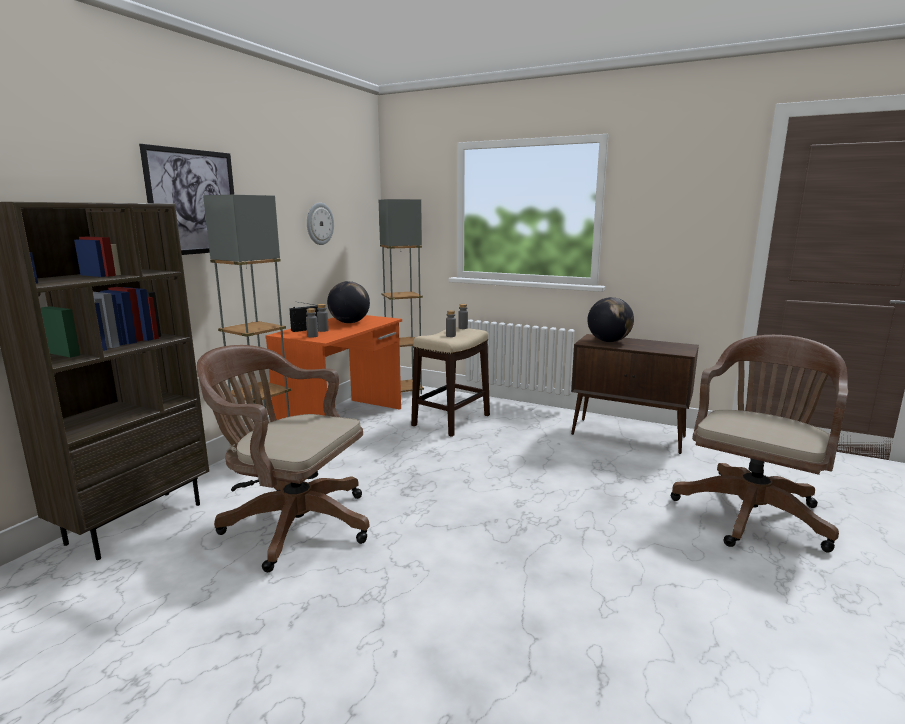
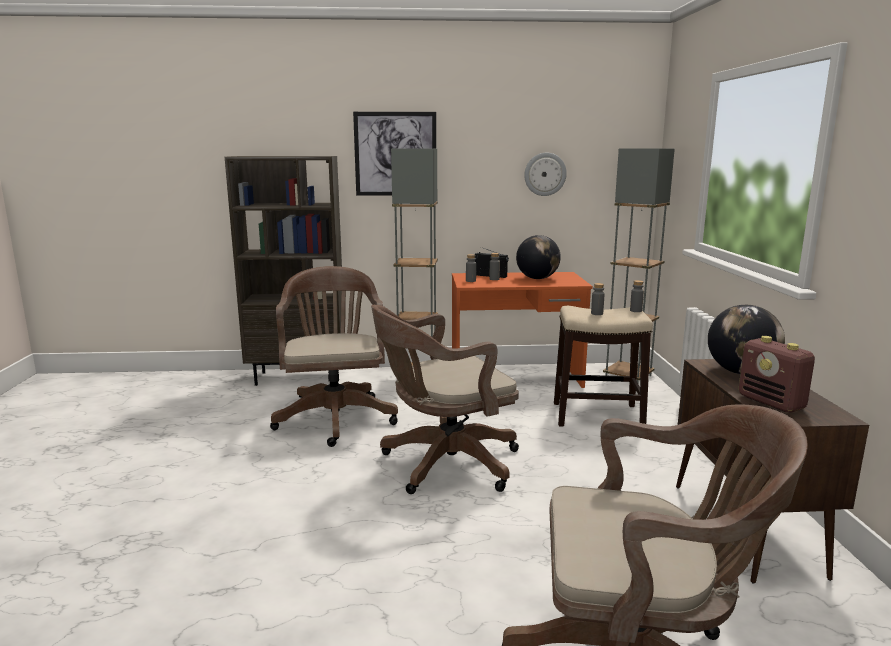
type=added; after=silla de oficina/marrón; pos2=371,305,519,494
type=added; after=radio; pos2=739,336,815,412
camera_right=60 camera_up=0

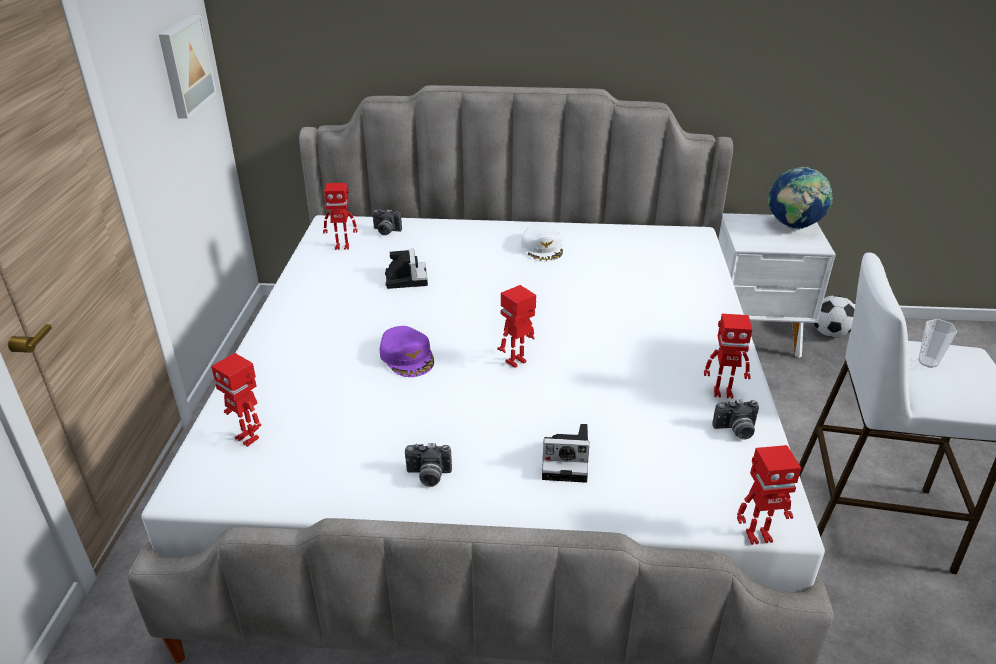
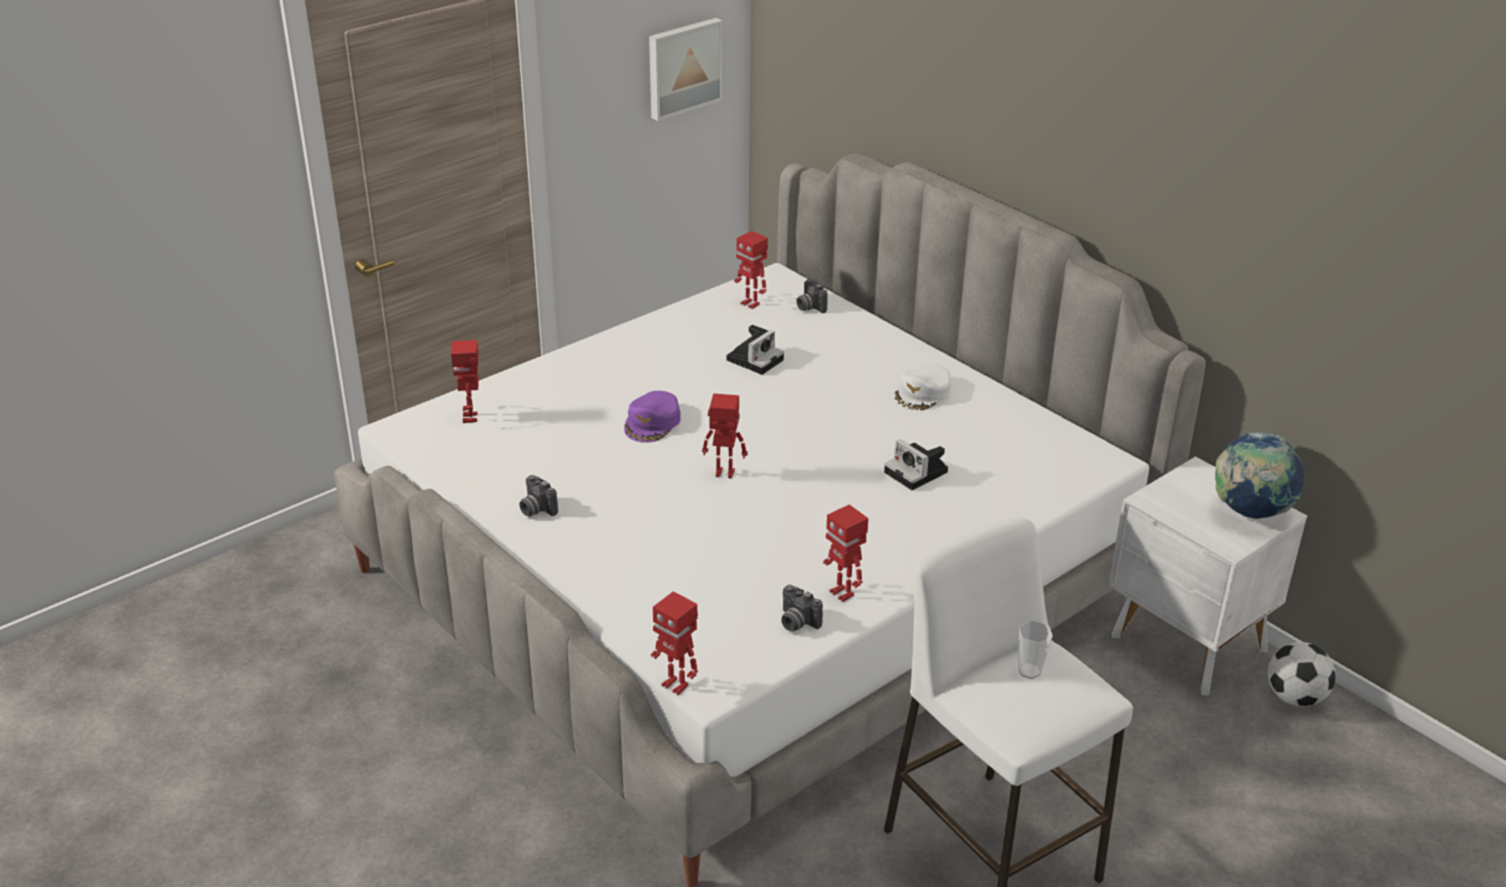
type=moved; before=cámara; pos1=542,424,589,483; pos2=884,439,948,490
camera_right=45 camera_up=0

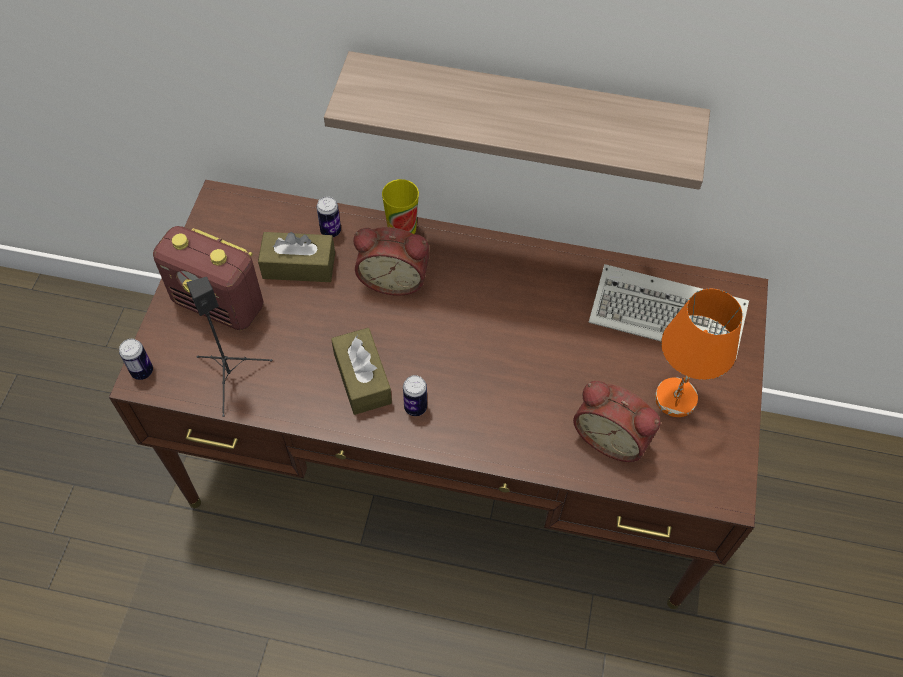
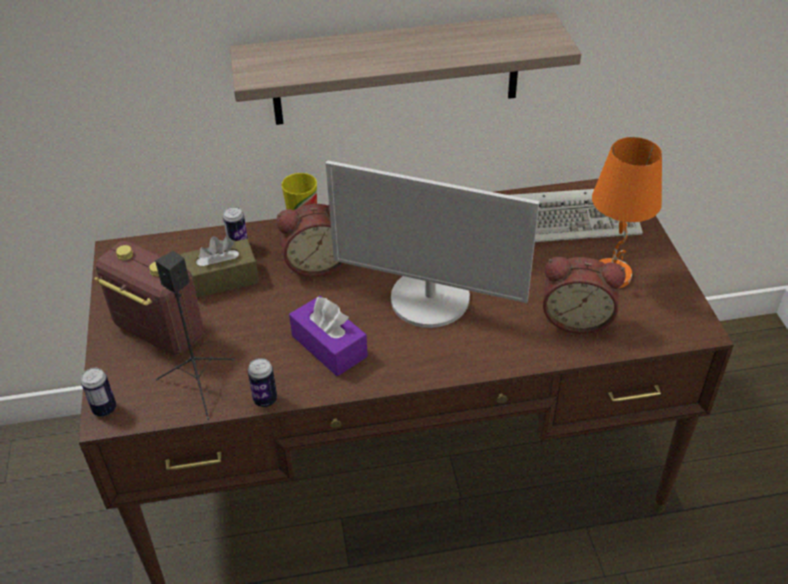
type=turned; before=radio; pos1=153,226,263,330; pos2=94,241,204,355; turn=-150
type=recoloured; before=caja de pañuelos/marrón; after=caja de pañuelos/morado; pos1=331,328,392,415; pos2=289,296,368,376
type=moved; before=lata; pos1=403,375,427,416; pos2=248,358,277,407
type=added; after=monitor; pos2=326,160,540,328
camera_right=-20 camera_up=-15

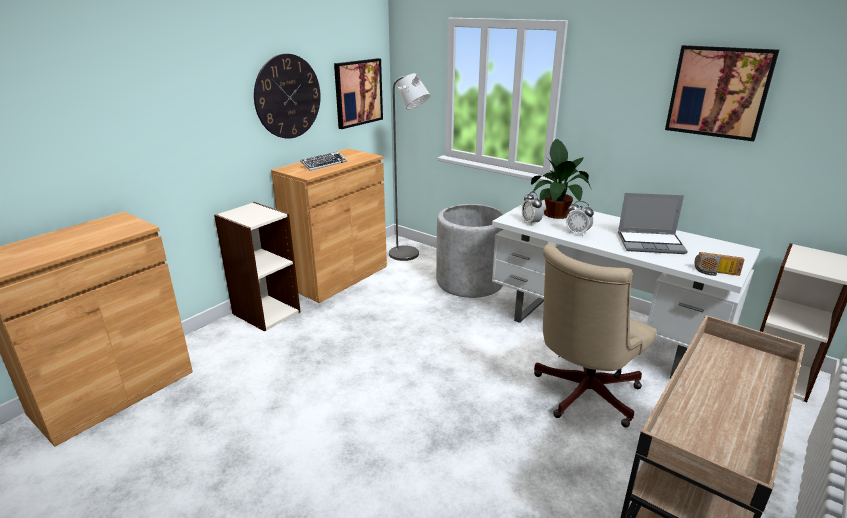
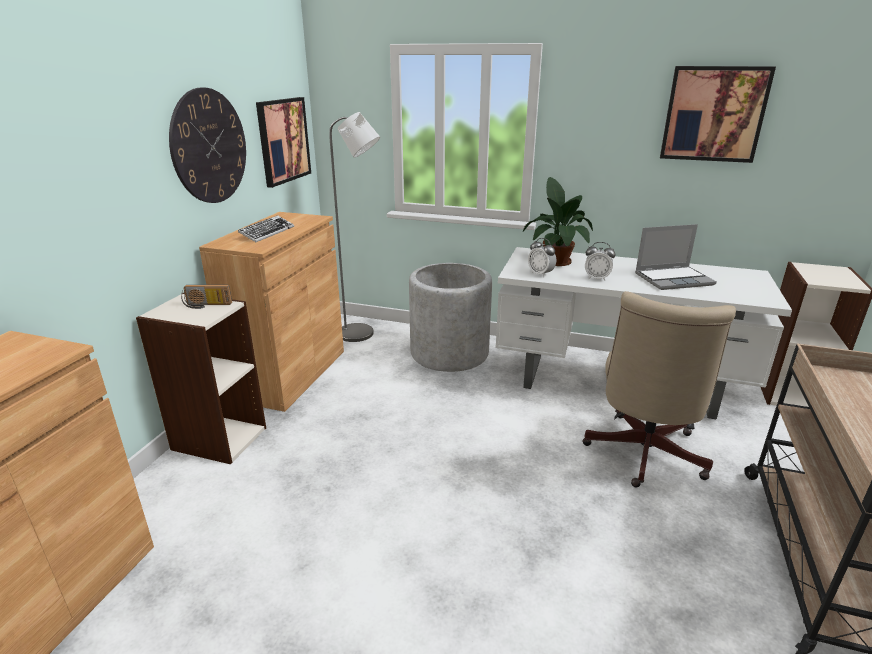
type=moved; before=radio; pos1=695,252,744,276; pos2=181,285,232,309
camera_right=-20 camera_up=0

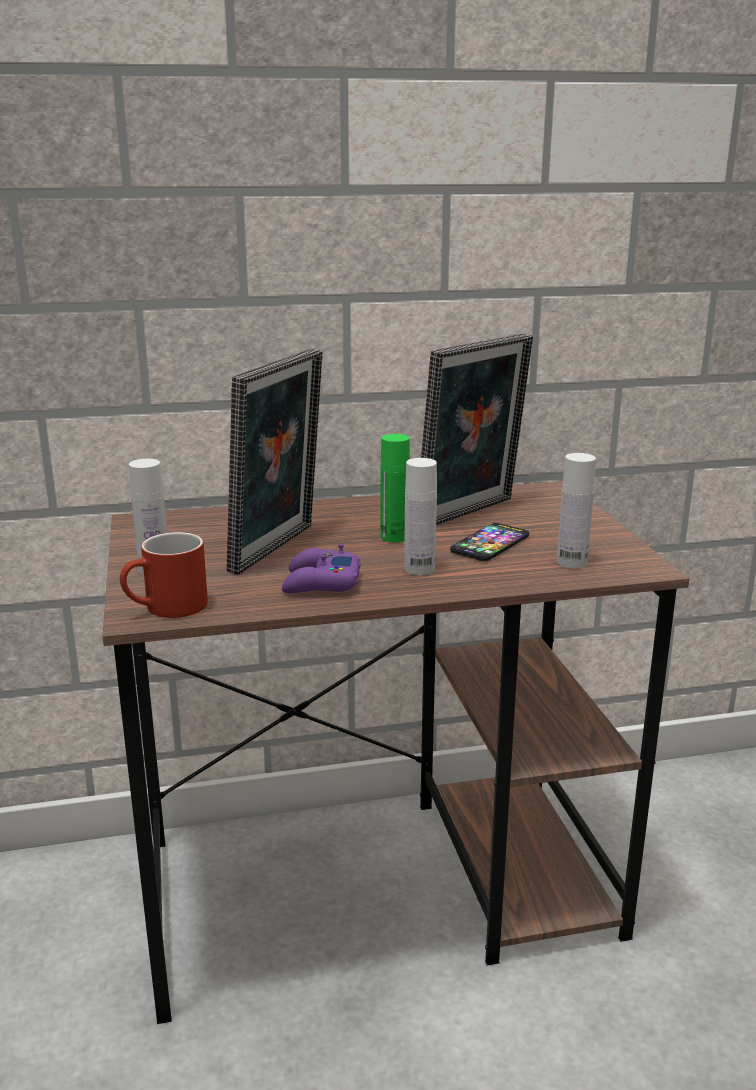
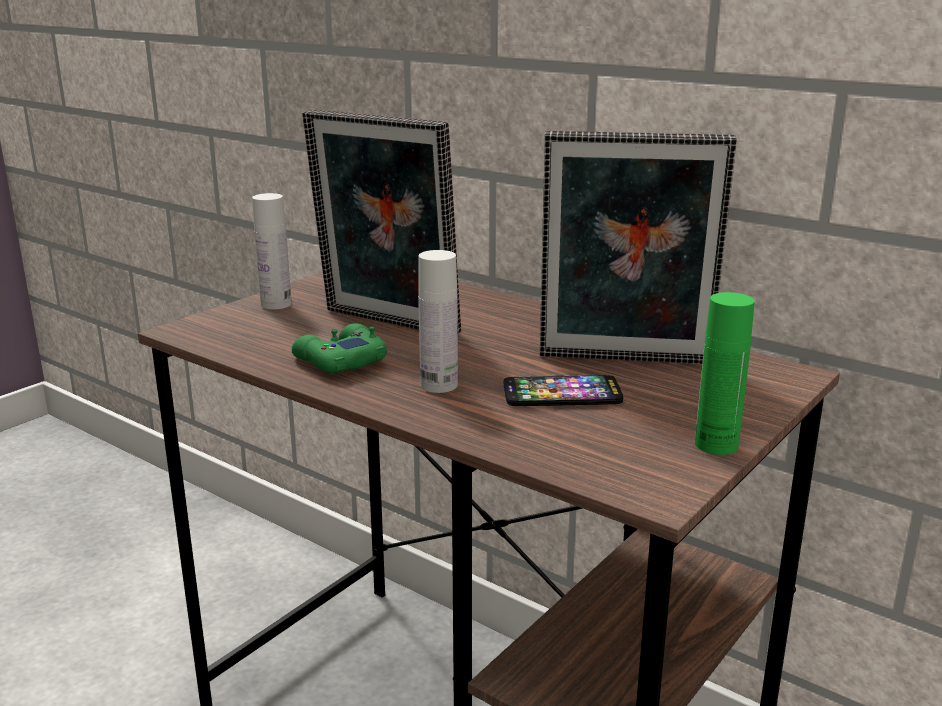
type=removed; before=taza grande/rojo; pos1=120,532,208,618
type=turned; before=portarretratos; pos1=227,349,323,575; pos2=302,110,461,334; turn=45
type=recoloured; before=mando de consola/morado; after=mando de consola/verde; pos1=282,543,361,593; pos2=292,323,387,373
type=moved; before=botella/verde; pos1=381,434,410,542; pos2=695,292,755,455
type=removed; before=botella/blanco; pos1=557,453,596,568
camera_right=50 camera_up=0

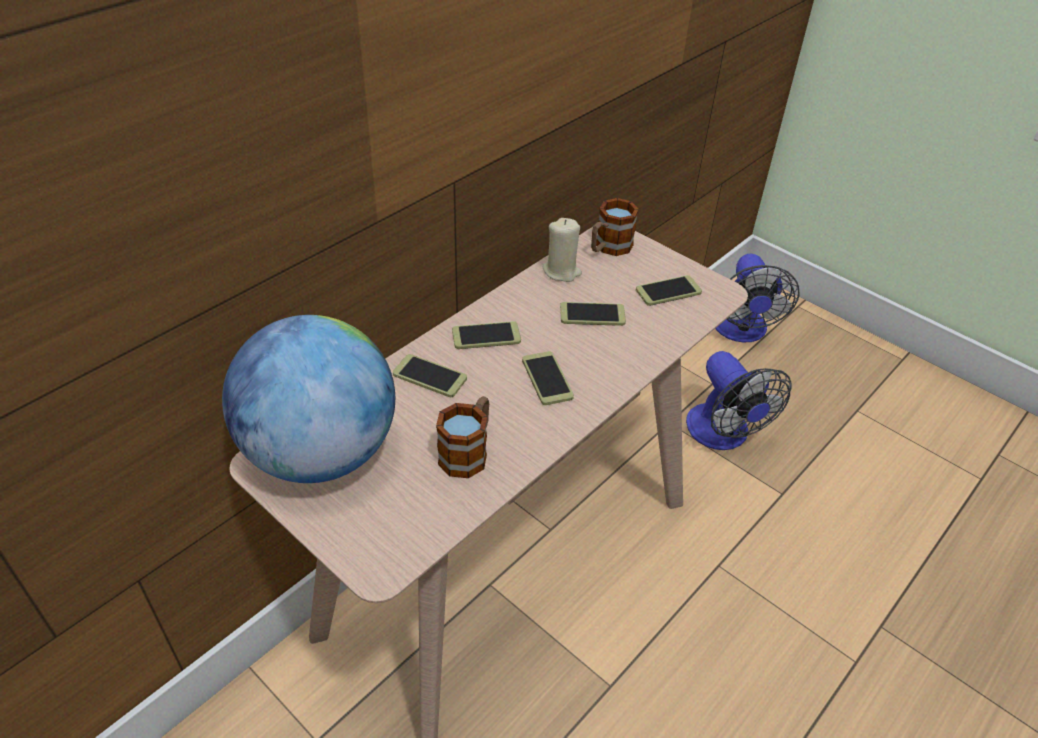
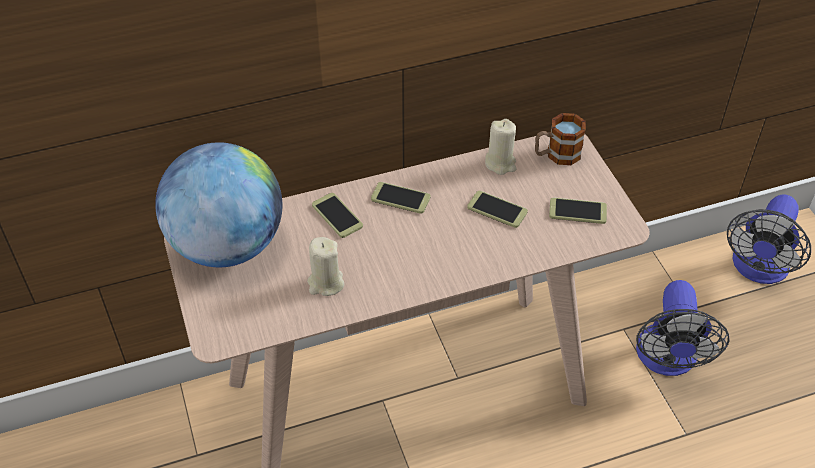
type=replaced; before=taza grande; after=vela/beis; pos1=436,396,489,478; pos2=307,237,344,296
type=removed; before=móvil; pos1=522,351,574,405
camera_right=30 camera_up=5

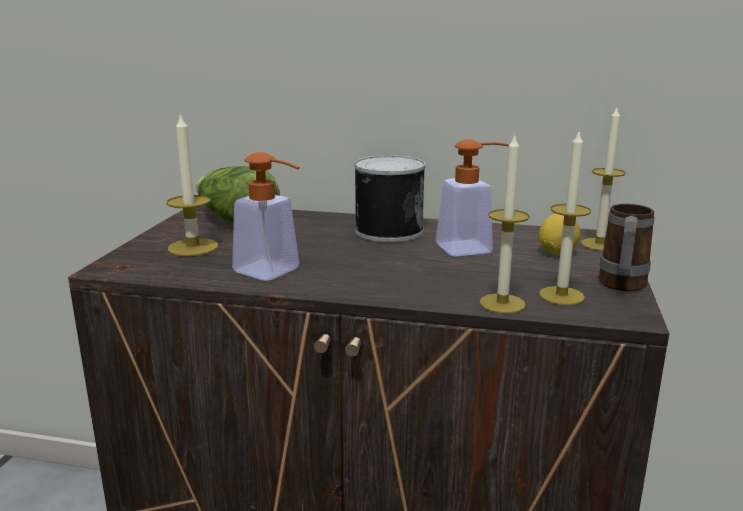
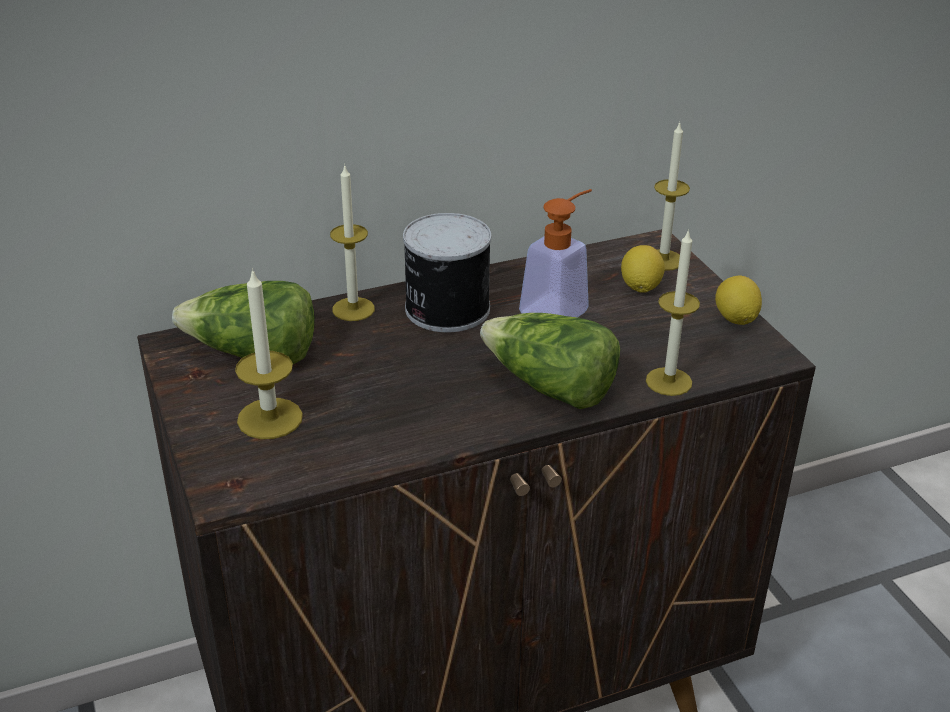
type=removed; before=dispensador de jabón; pos1=232,152,300,281
type=moved; before=vela; pos1=539,129,591,305; pos2=330,164,375,321
type=replaced; before=taza grande; after=limón; pos1=599,204,655,291; pos2=715,276,762,325
type=added; after=lechuga; pos2=480,313,620,409
camera_right=-35 camera_up=15

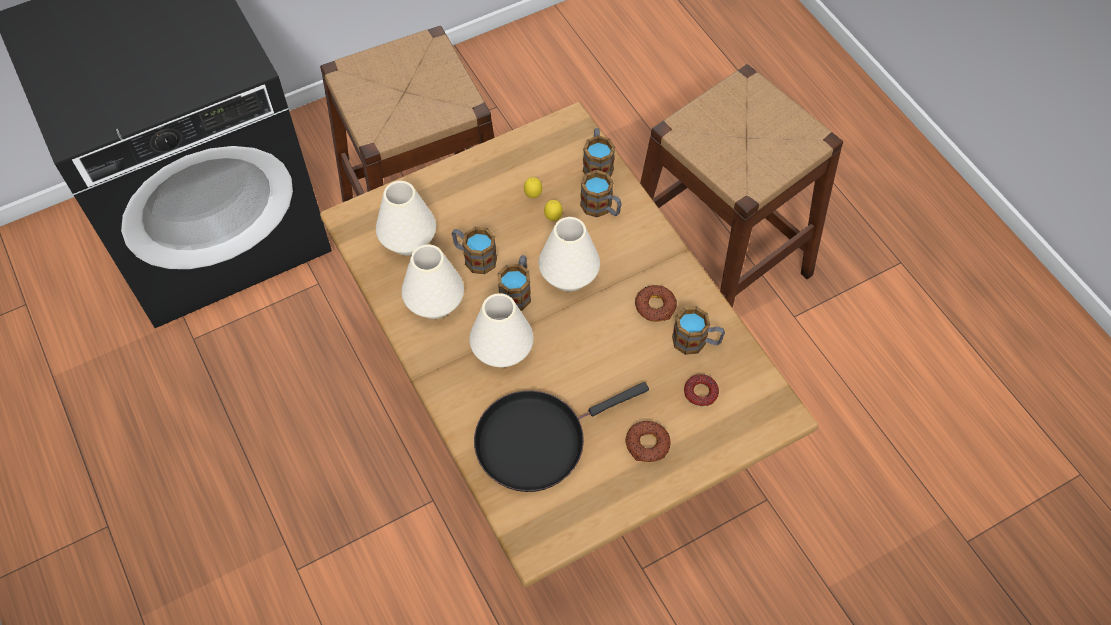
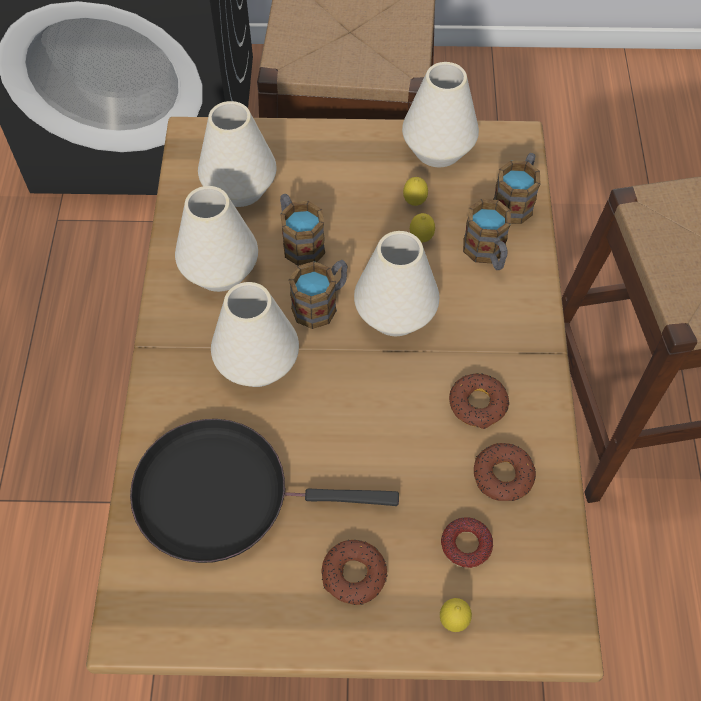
type=replaced; before=taza grande; after=rosquilla; pos1=672,306,725,355; pos2=474,443,536,501
type=added; after=florero/blanco; pos2=402,62,479,167
type=added; after=limón; pos2=440,598,472,632
camera_right=30 camera_up=0

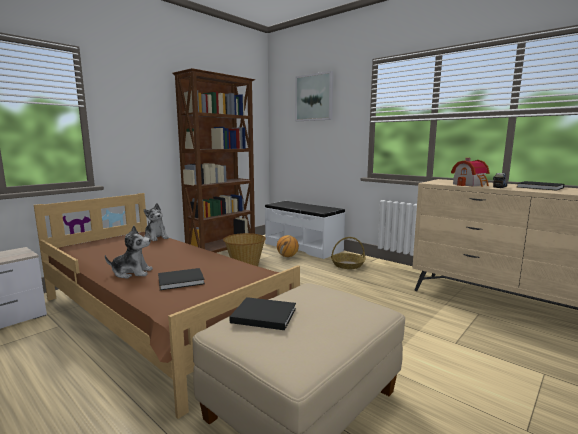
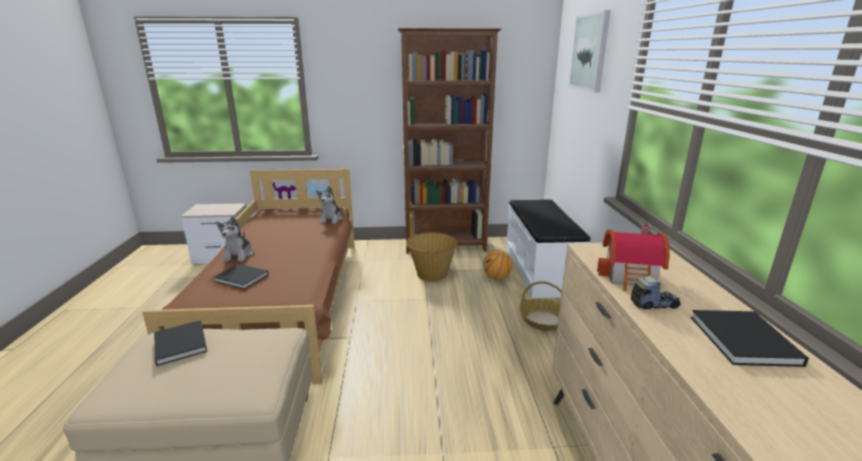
type=turned; before=peluche; pos1=105,226,153,278; pos2=216,216,253,262; turn=45
camera_right=45 camera_up=10

